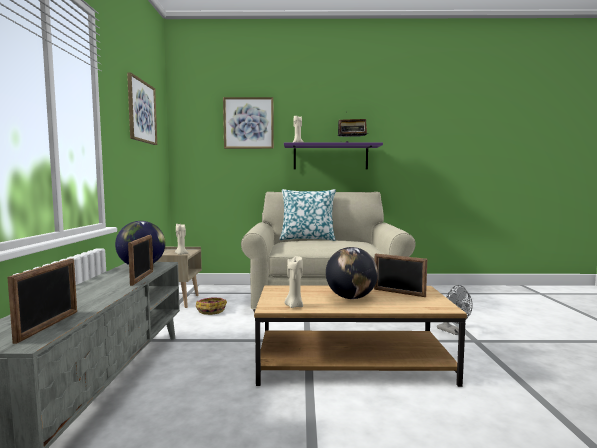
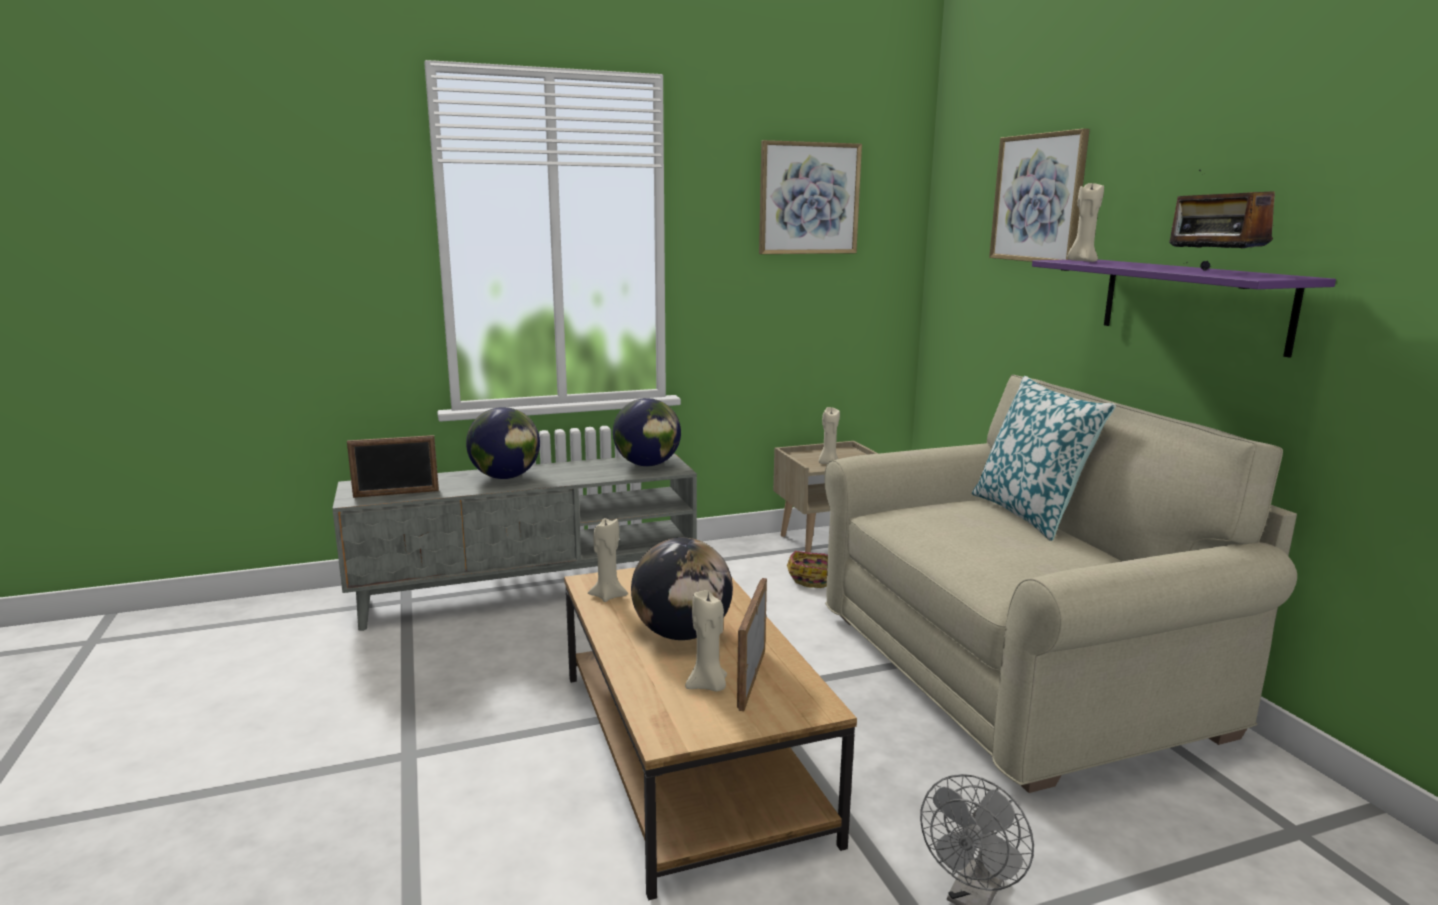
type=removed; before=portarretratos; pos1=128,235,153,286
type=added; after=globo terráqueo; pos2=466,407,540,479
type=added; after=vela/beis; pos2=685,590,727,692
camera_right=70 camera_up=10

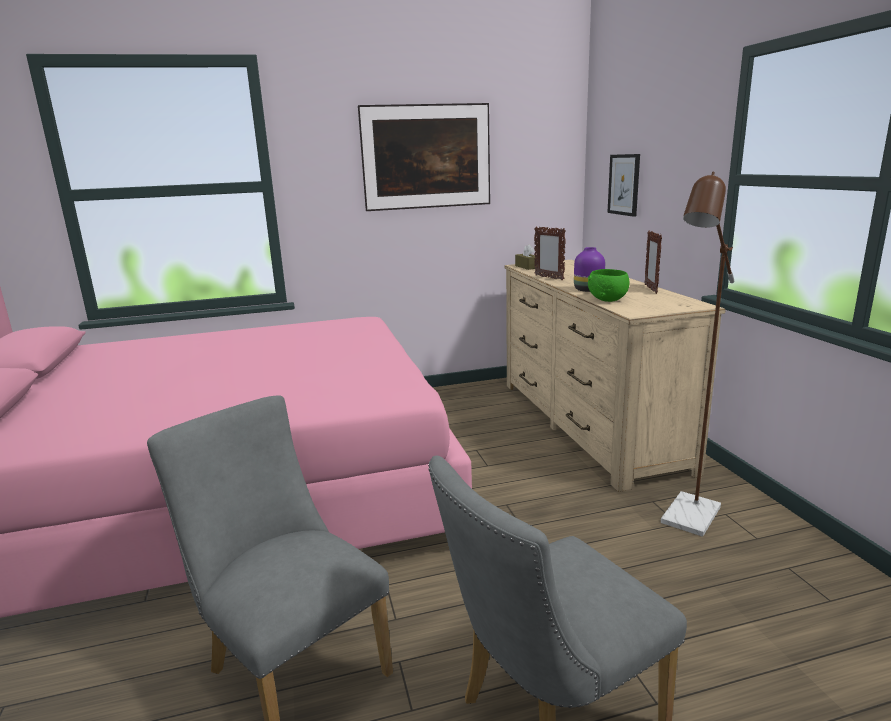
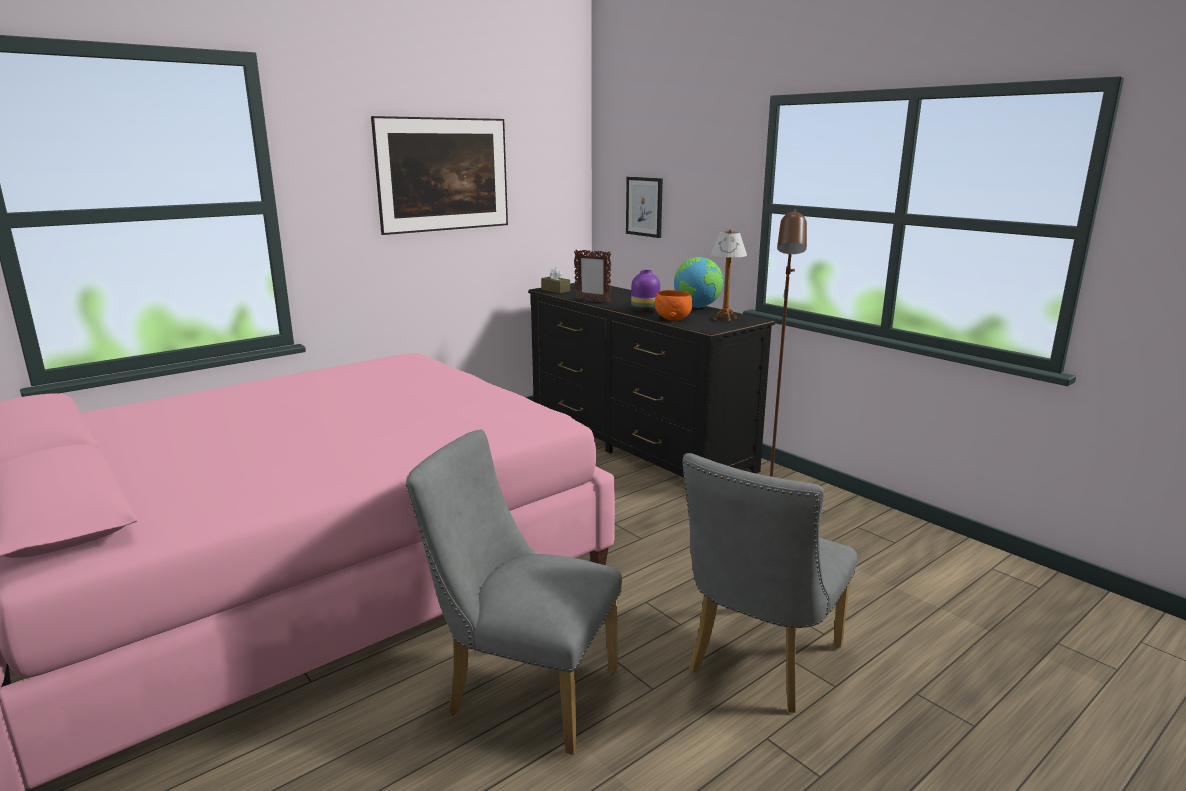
type=recoloured; before=cómoda/beis; after=cómoda/negro; pos1=504,260,726,492; pos2=528,283,775,477
type=recoloured; before=cuenco/verde; after=cuenco/naranja; pos1=588,269,630,302; pos2=655,290,693,321
type=replaced; before=portarretratos; after=globo terráqueo; pos1=644,230,662,294; pos2=674,257,723,308
type=added; after=lámpara de mesa; pos2=711,229,747,322
camera_right=-25 camera_up=0

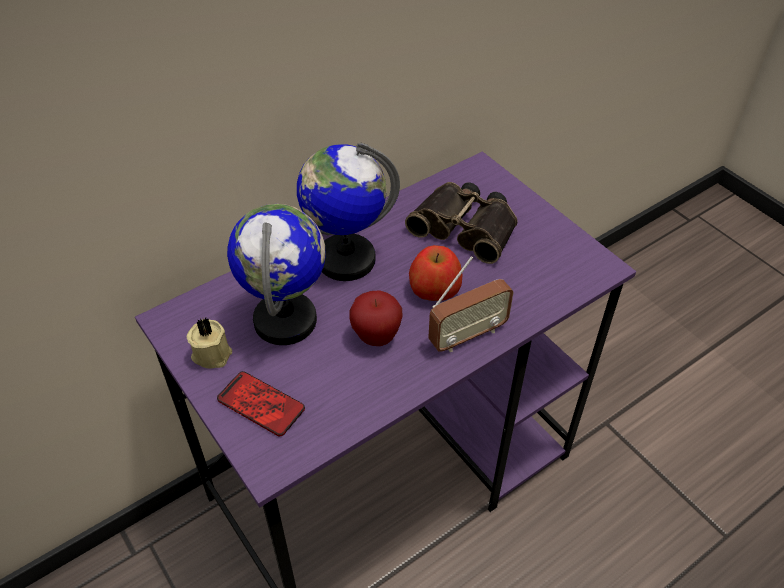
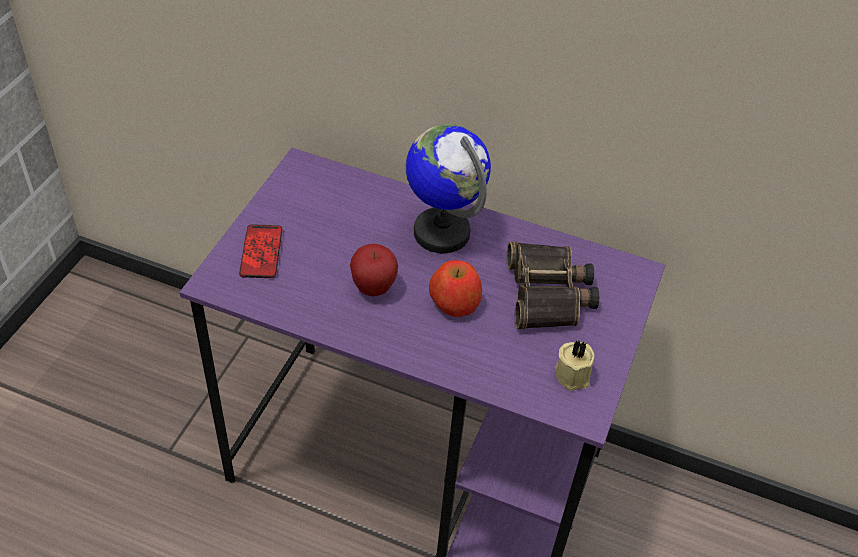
type=moved; before=vela/beis; pos1=187,318,232,368; pos2=555,340,595,391
type=removed; before=globo terráqueo; pos1=227,204,325,345
type=removed; before=radio; pos1=428,256,514,352
camera_right=55 camera_up=0

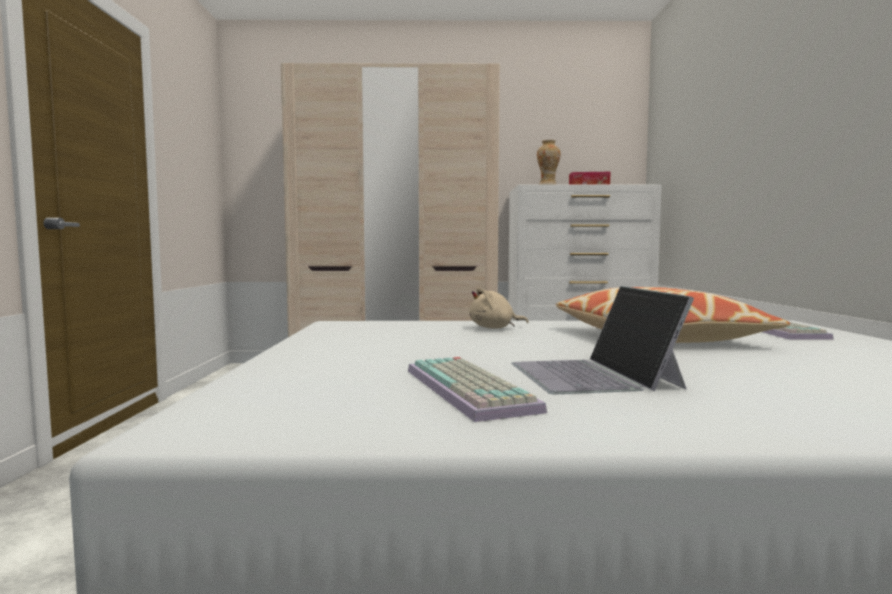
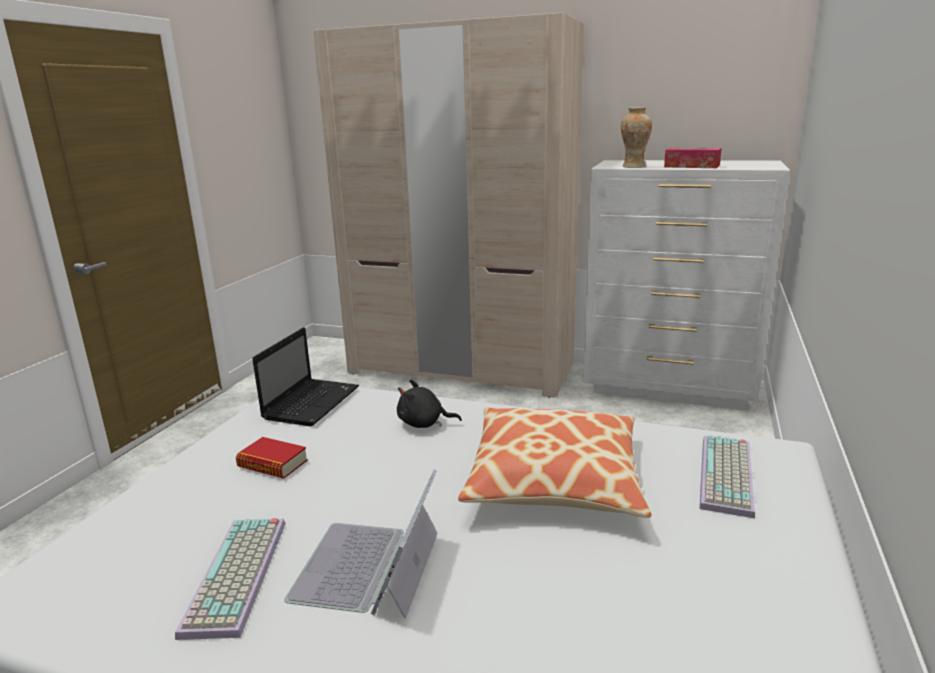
type=recoloured; before=peluche/beis; after=peluche/negro; pos1=469,288,529,328; pos2=397,380,462,428
type=added; after=libro; pos2=236,437,308,479
type=added; after=portátil; pos2=252,327,359,426
camera_right=20 camera_up=15

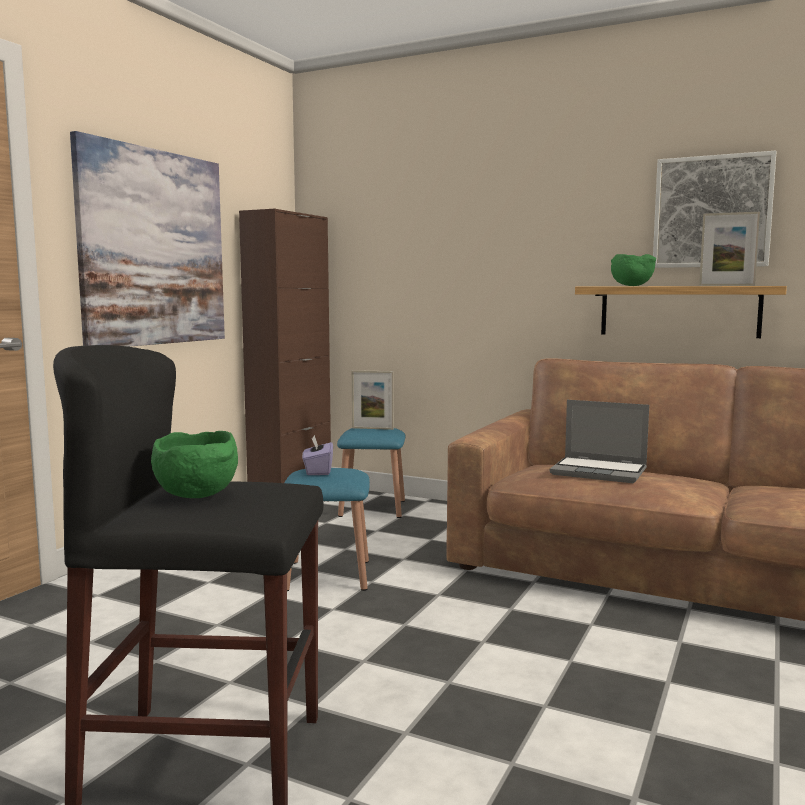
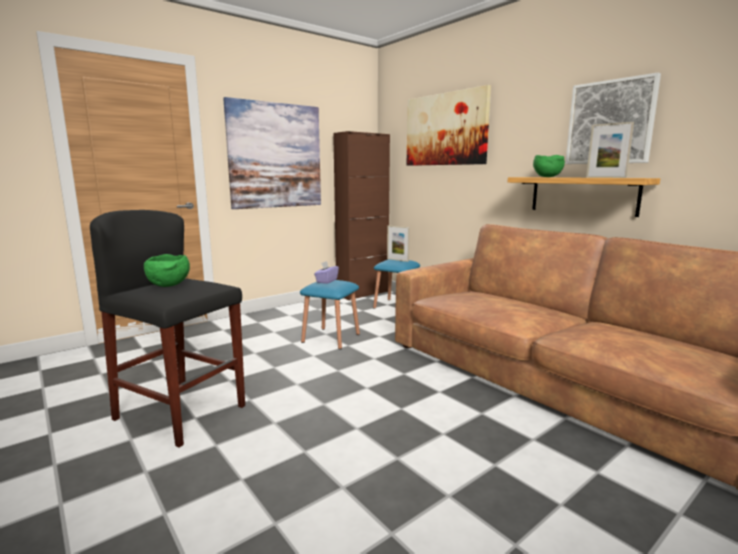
type=removed; before=portátil; pos1=550,400,649,483
type=added; after=cuadro; pos2=407,85,491,166
camera_right=25 camera_up=5

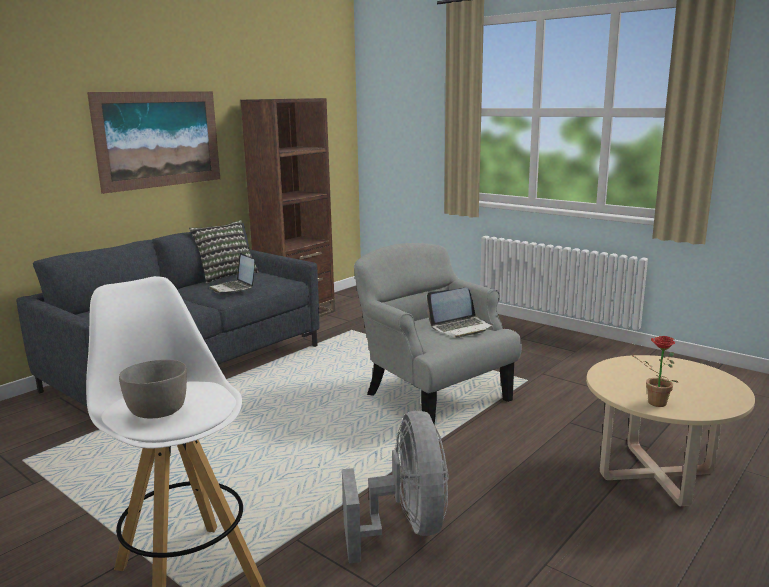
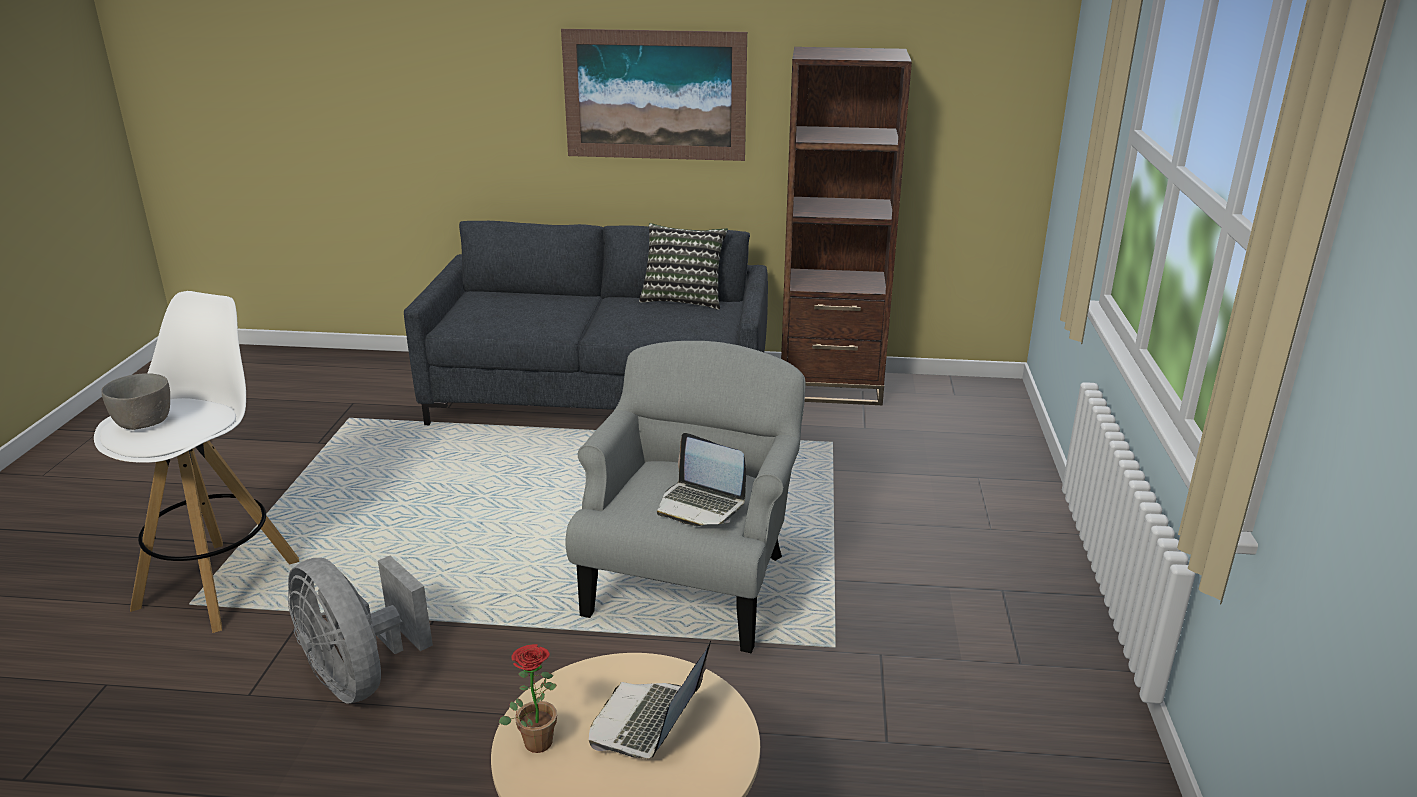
type=moved; before=portátil; pos1=209,253,255,293; pos2=589,641,711,758
type=turned; before=ventilador/gris; pos1=342,411,448,563; pos2=288,556,433,703; turn=90
camera_right=55 camera_up=10

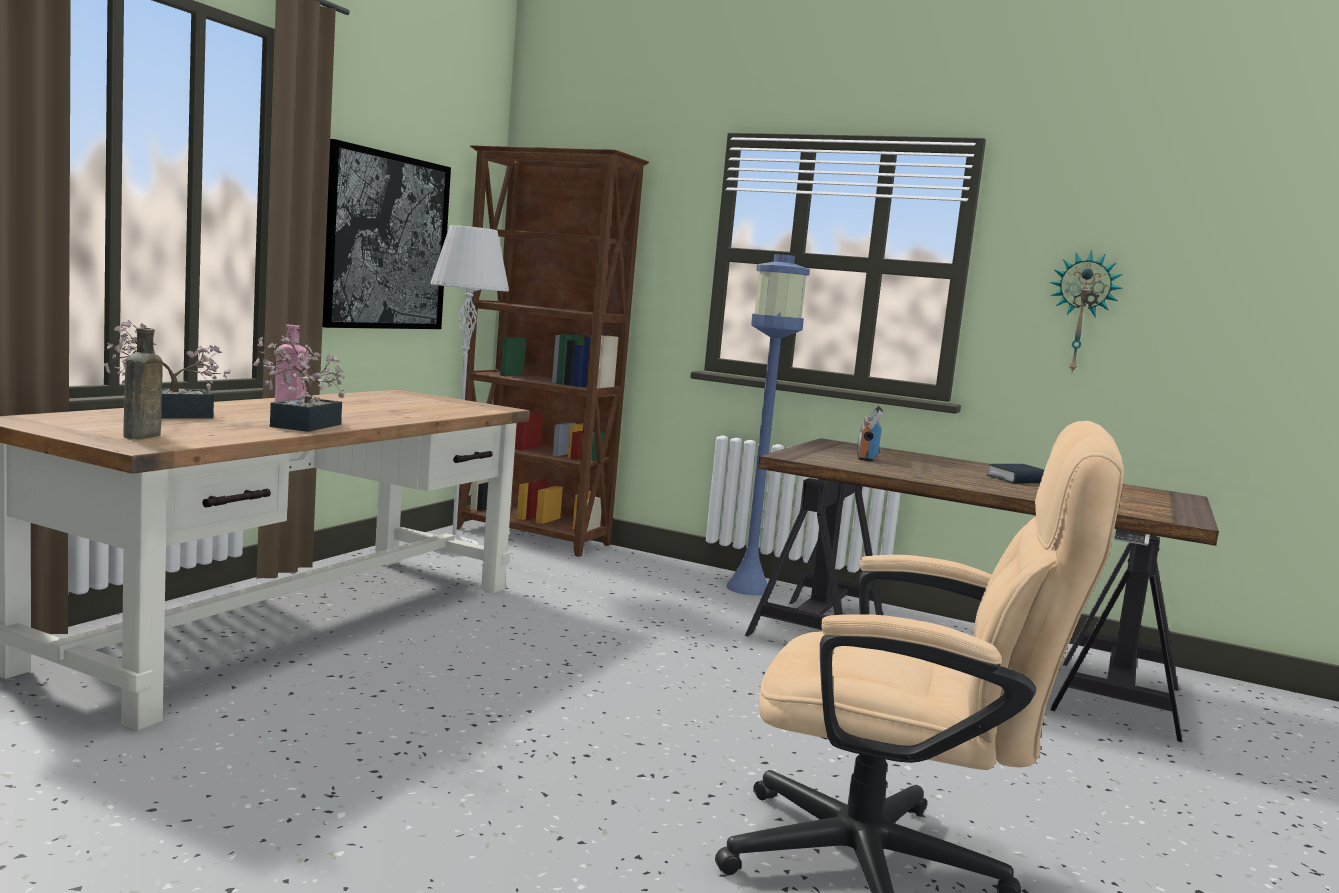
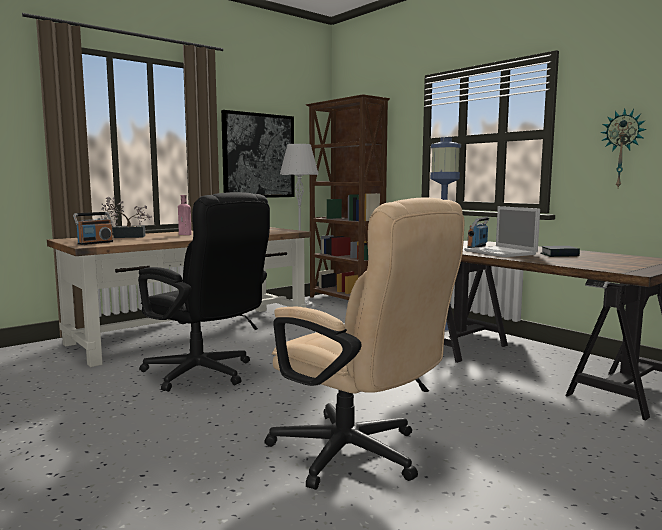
type=replaced; before=botella/marrón; after=radio; pos1=123,328,163,439; pos2=73,212,113,245
type=removed; before=planta en maceta; pos1=253,335,345,432
type=added; after=silla de oficina/negro; pos2=138,192,270,392
type=added; after=portátil; pos2=464,206,540,257
camera_right=25 camera_up=0

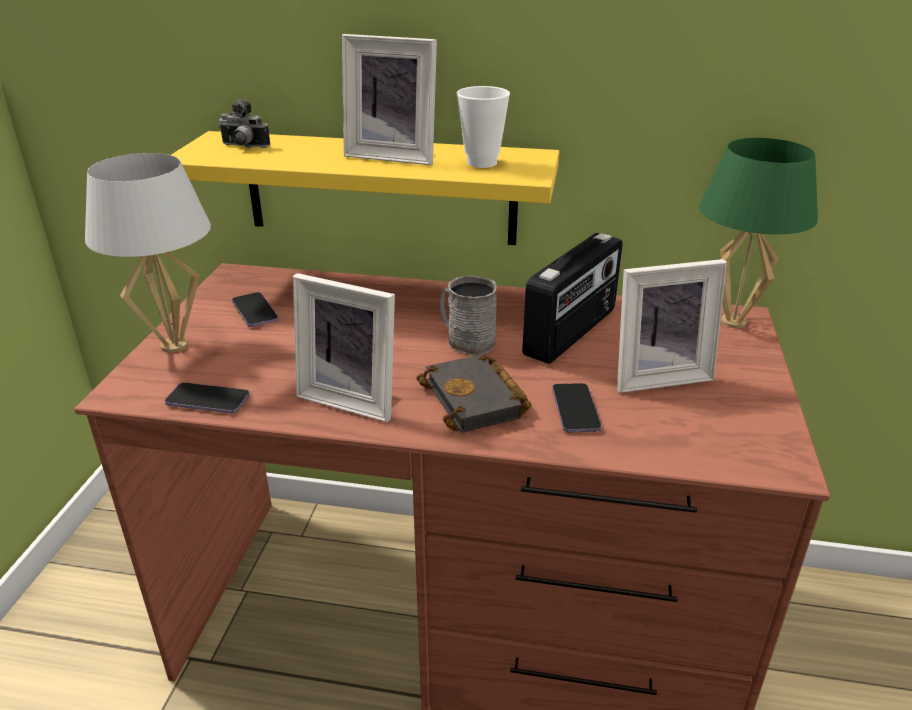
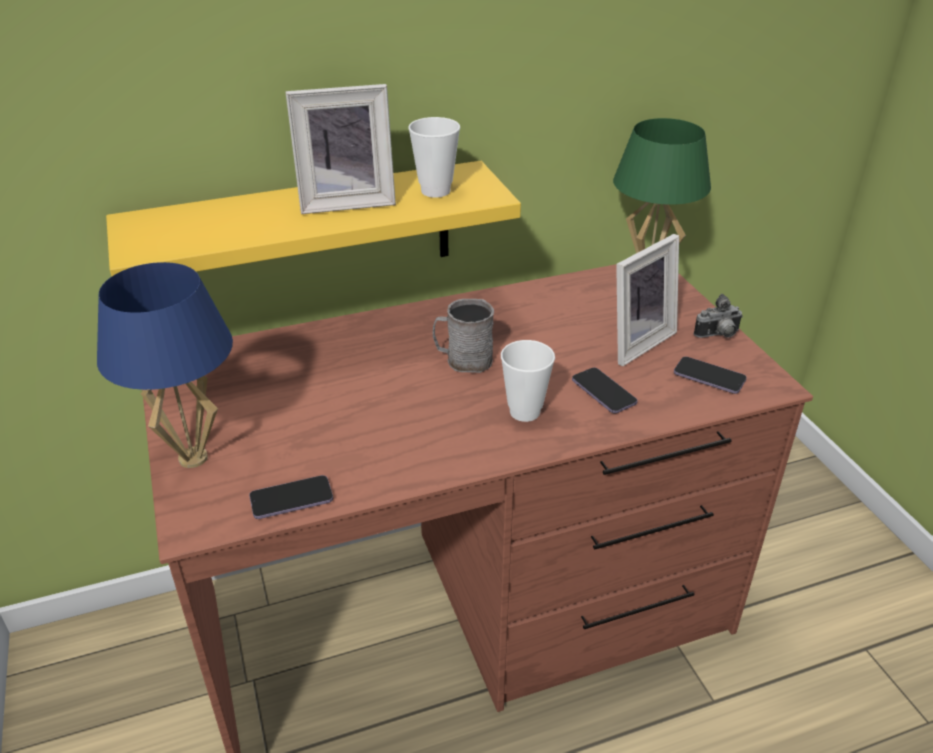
type=recoloured; before=lámpara de mesa/blanco; after=lámpara de mesa/azul; pos1=85,153,211,353; pos2=97,262,233,468
type=moved; before=cámara; pos1=218,100,270,148; pos2=694,294,743,338
type=moved; before=móvil; pos1=232,292,278,327; pos2=674,357,747,394
type=removed; before=portarretratos; pos1=293,273,395,422
type=replaced; before=libro/negro; after=taza; pos1=416,355,531,433; pos2=501,340,555,422
type=removed; before=radio; pos1=522,233,622,364
camera_right=-30 camera_up=5

